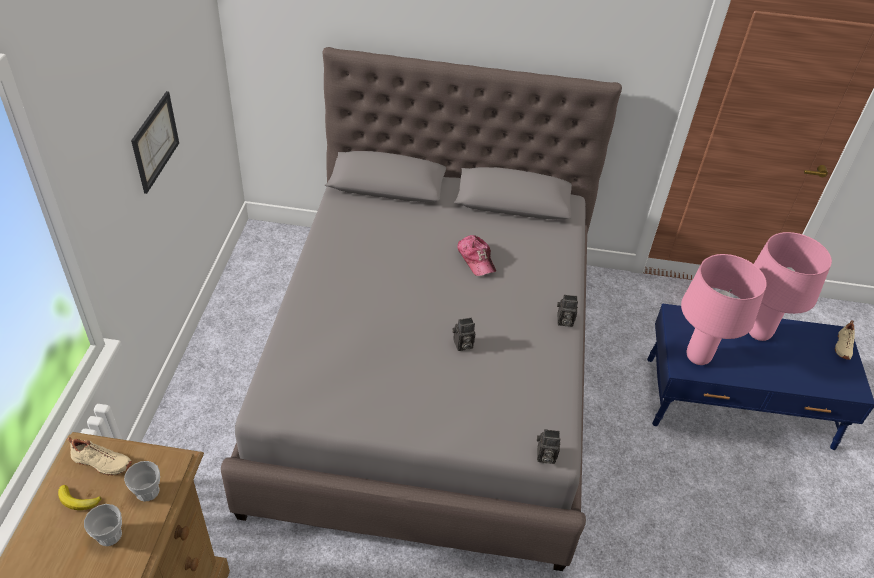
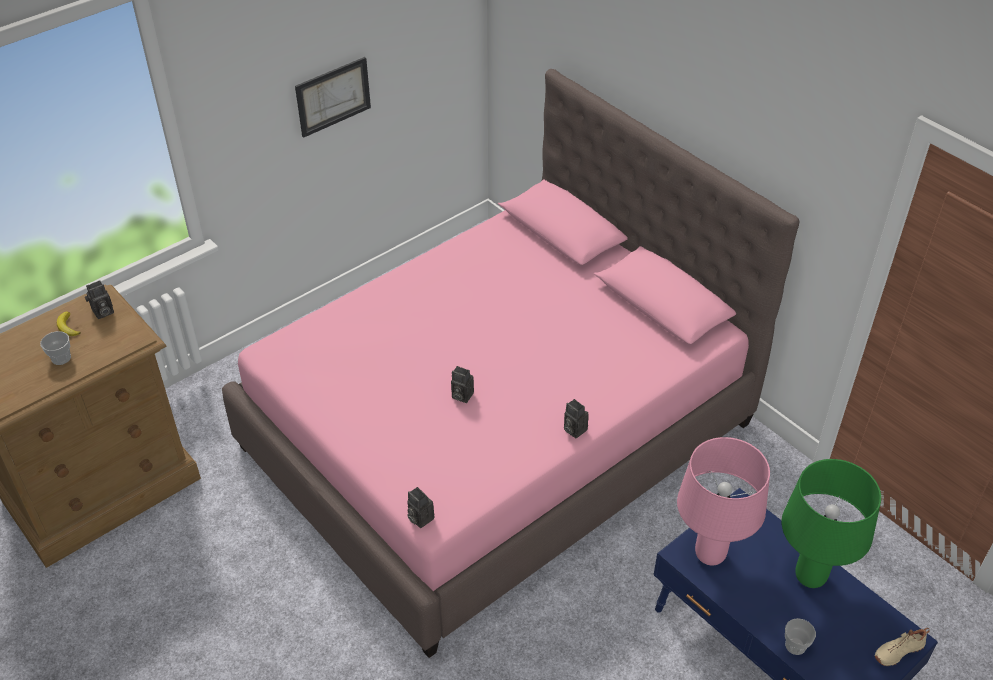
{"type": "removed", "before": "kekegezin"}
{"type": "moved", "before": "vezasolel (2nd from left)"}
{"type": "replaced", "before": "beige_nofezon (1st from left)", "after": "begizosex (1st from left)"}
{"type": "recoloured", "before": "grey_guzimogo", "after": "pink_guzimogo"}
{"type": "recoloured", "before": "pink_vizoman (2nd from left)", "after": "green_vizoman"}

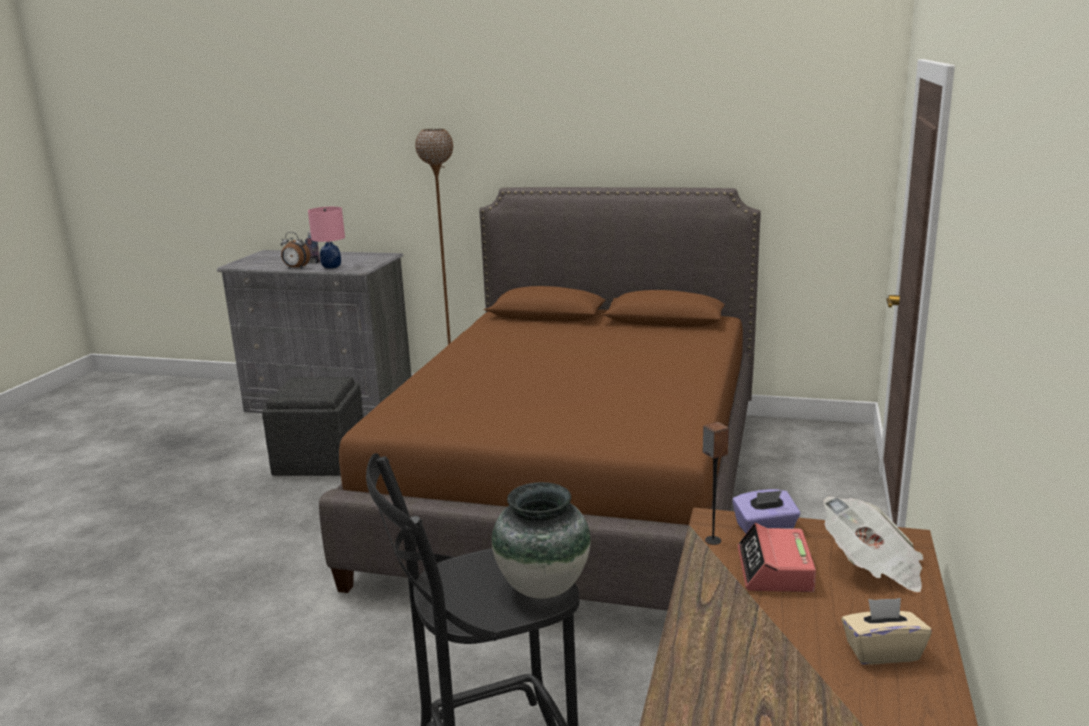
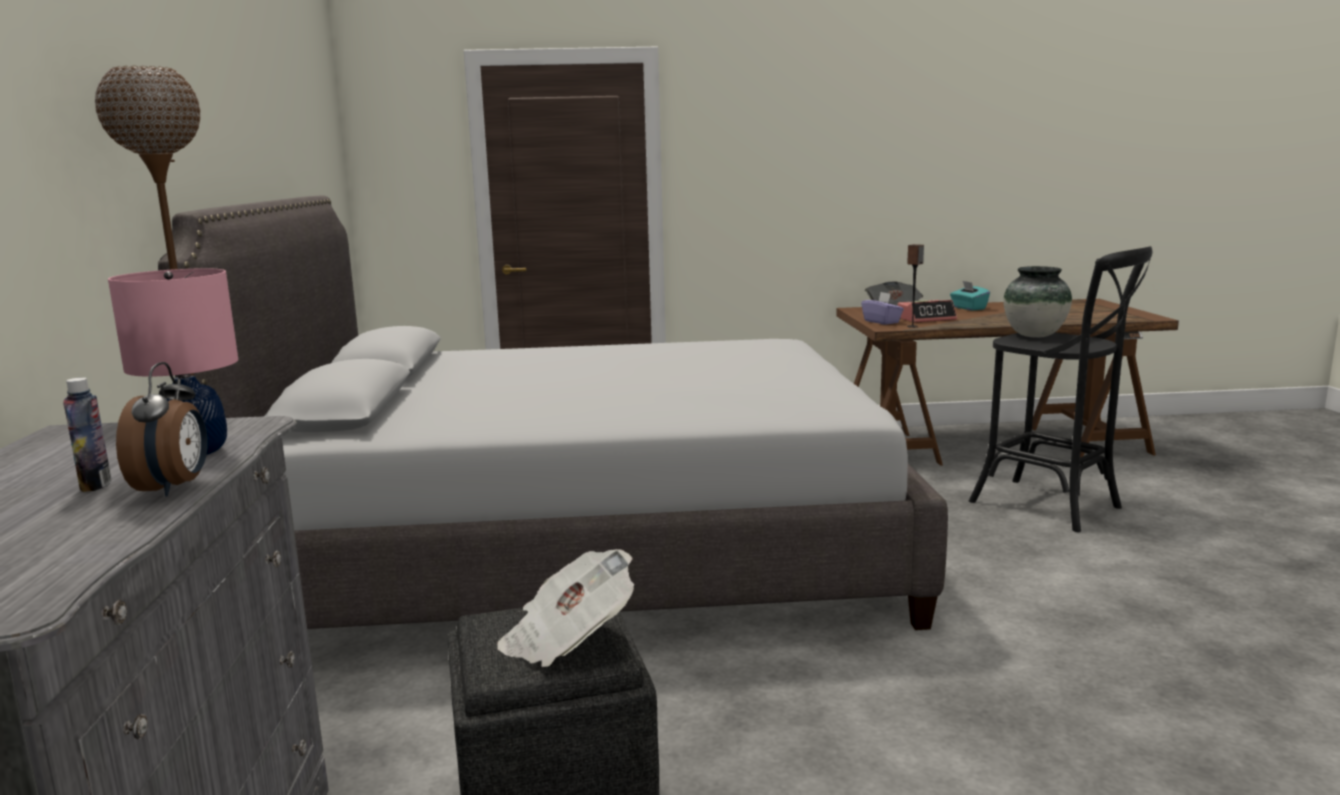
{"type": "added", "after": "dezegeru (1st from left)"}
{"type": "recoloured", "before": "brown_guzimogo", "after": "grey_guzimogo"}
{"type": "recoloured", "before": "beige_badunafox", "after": "turquoise_badunafox"}

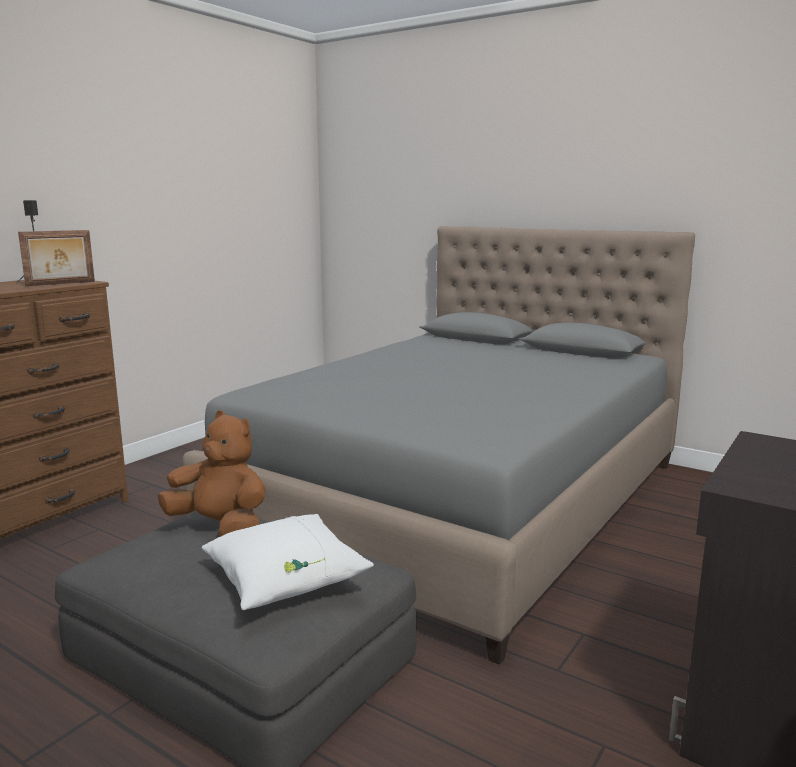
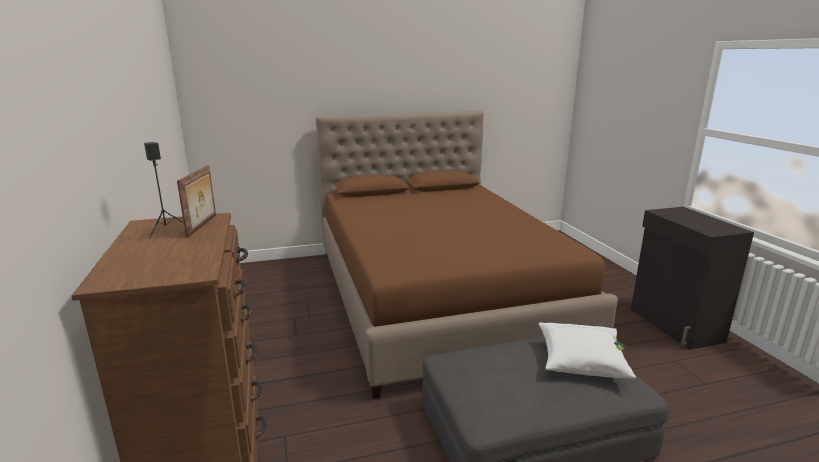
{"type": "removed", "before": "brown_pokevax"}
{"type": "recoloured", "before": "grey_guzimogo", "after": "brown_guzimogo"}

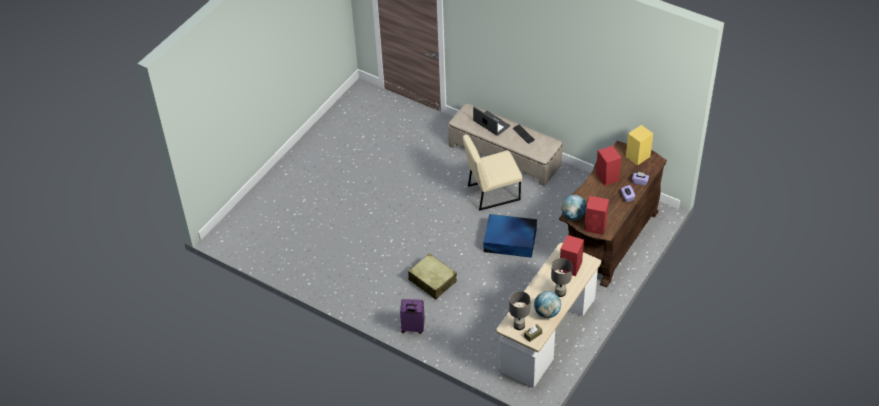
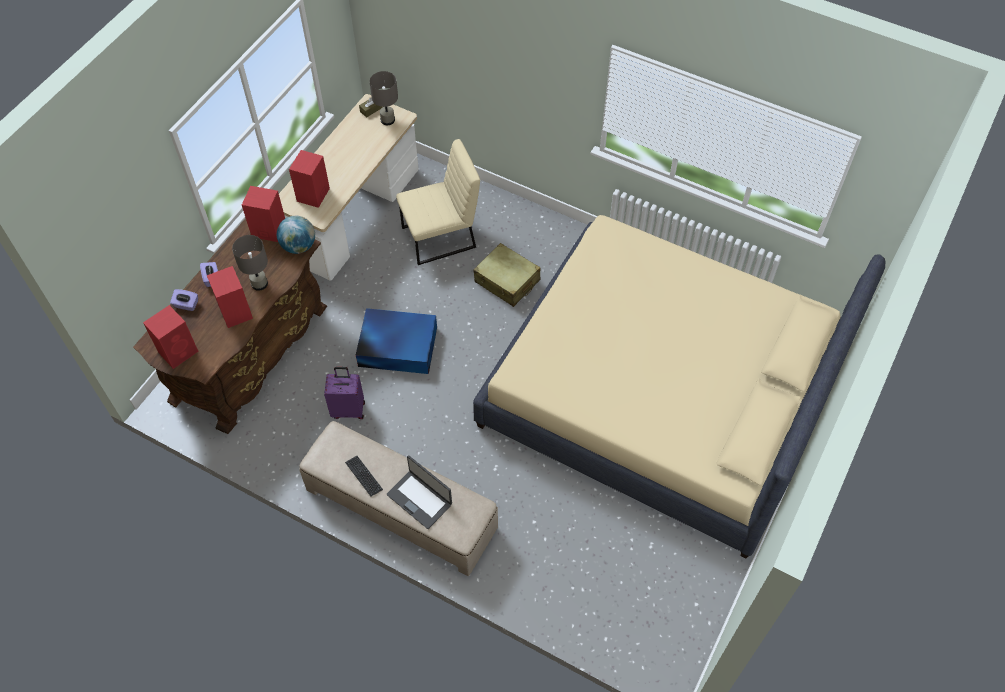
{"type": "removed", "before": "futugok (1st from left)"}
{"type": "added", "after": "beige_guzimogo"}
{"type": "moved", "before": "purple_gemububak"}
{"type": "moved", "before": "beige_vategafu"}
{"type": "moved", "before": "grey_vizoman (2nd from left in the first image)", "after": "grey_vizoman (1st from left)"}
{"type": "recoloured", "before": "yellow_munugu", "after": "red_munugu (1st from left)"}

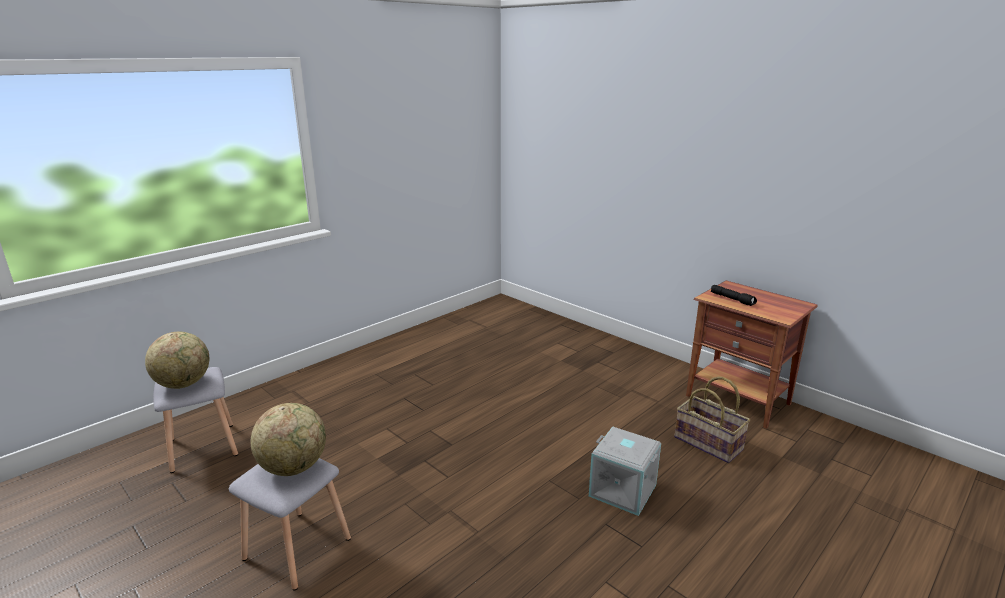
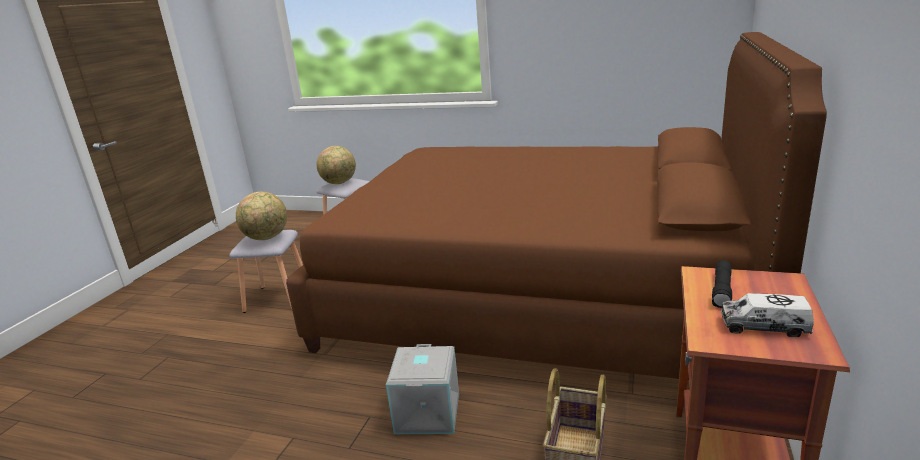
{"type": "added", "after": "brown_guzimogo"}
{"type": "added", "after": "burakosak"}

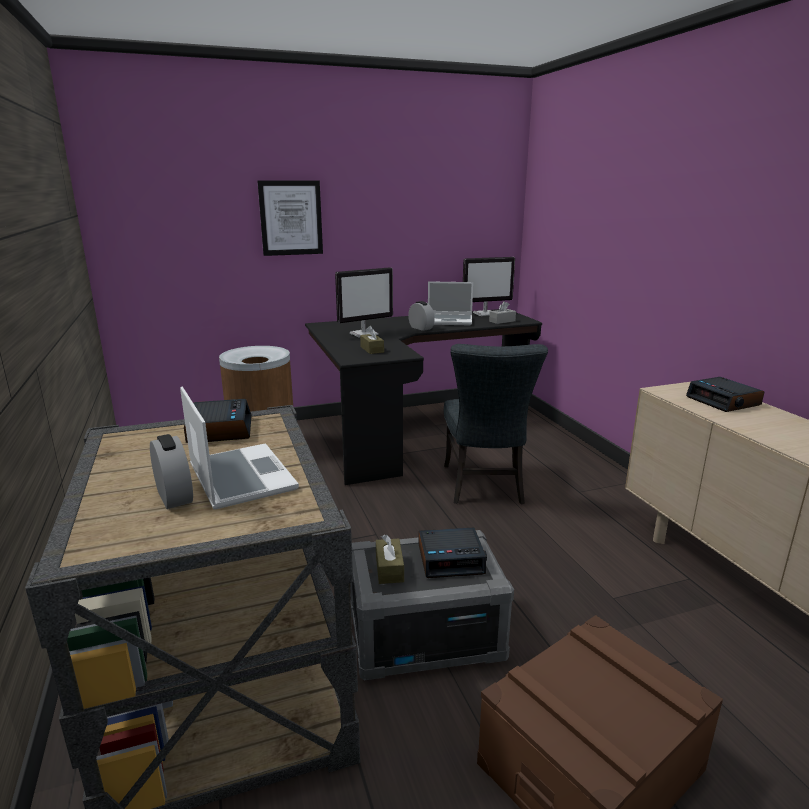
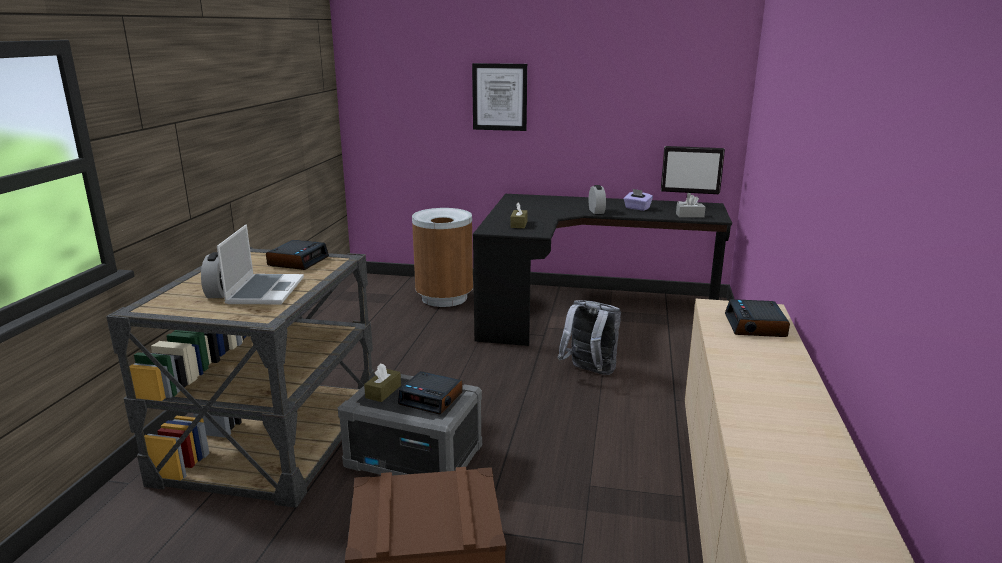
{"type": "removed", "before": "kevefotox (1st from left)"}
{"type": "replaced", "before": "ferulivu (2nd from left)", "after": "purple_badunafox"}
{"type": "replaced", "before": "grey_vategafu", "after": "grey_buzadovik"}

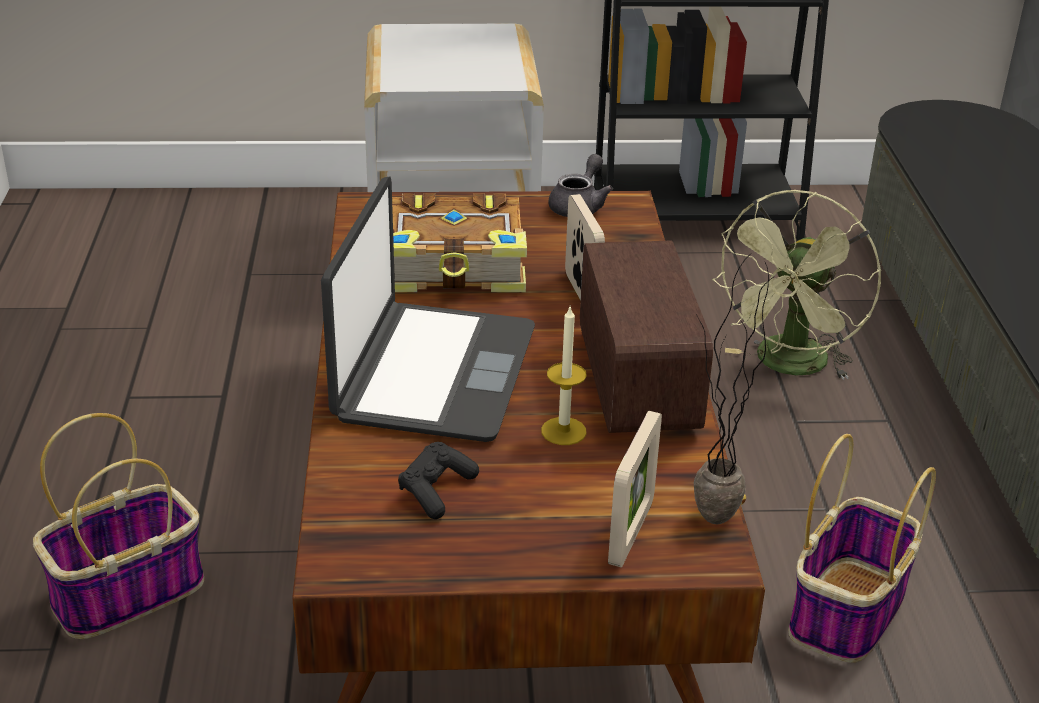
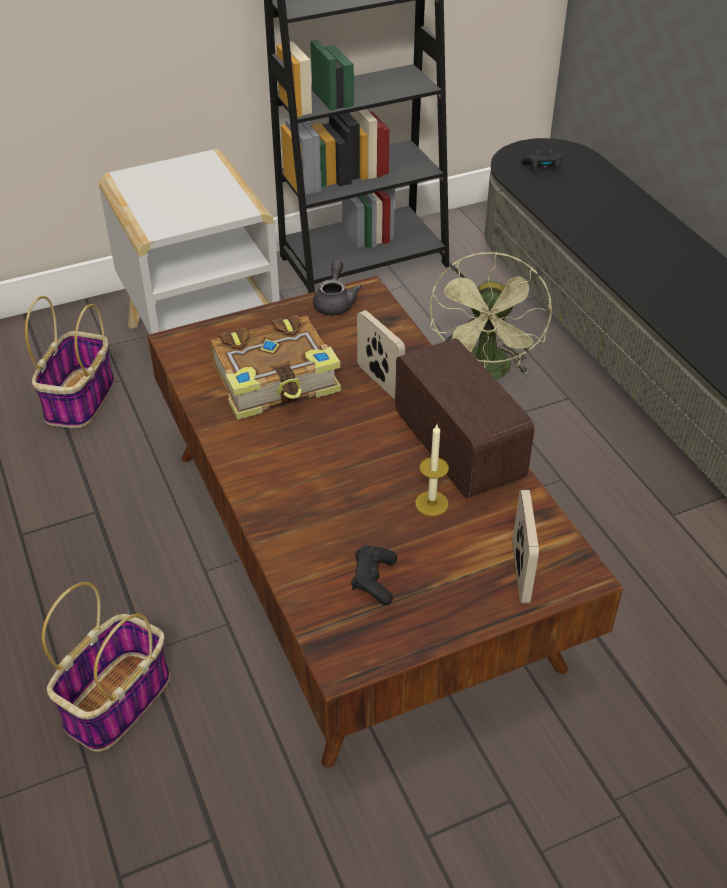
{"type": "removed", "before": "ferulivu"}
{"type": "removed", "before": "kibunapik"}
{"type": "added", "after": "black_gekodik (2nd from left)"}
{"type": "moved", "before": "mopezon (2nd from left in the first image)", "after": "mopezon (1st from left)"}

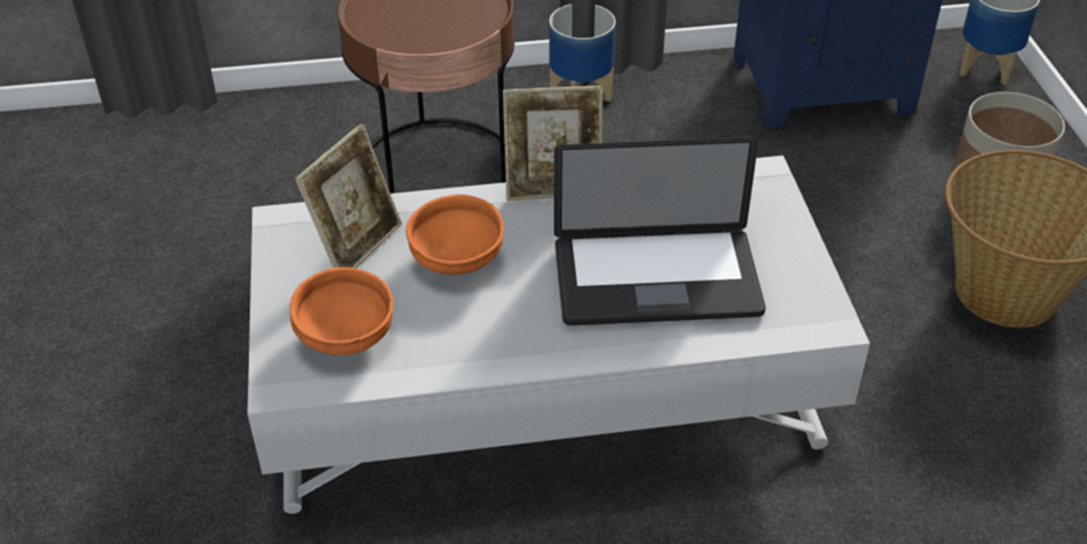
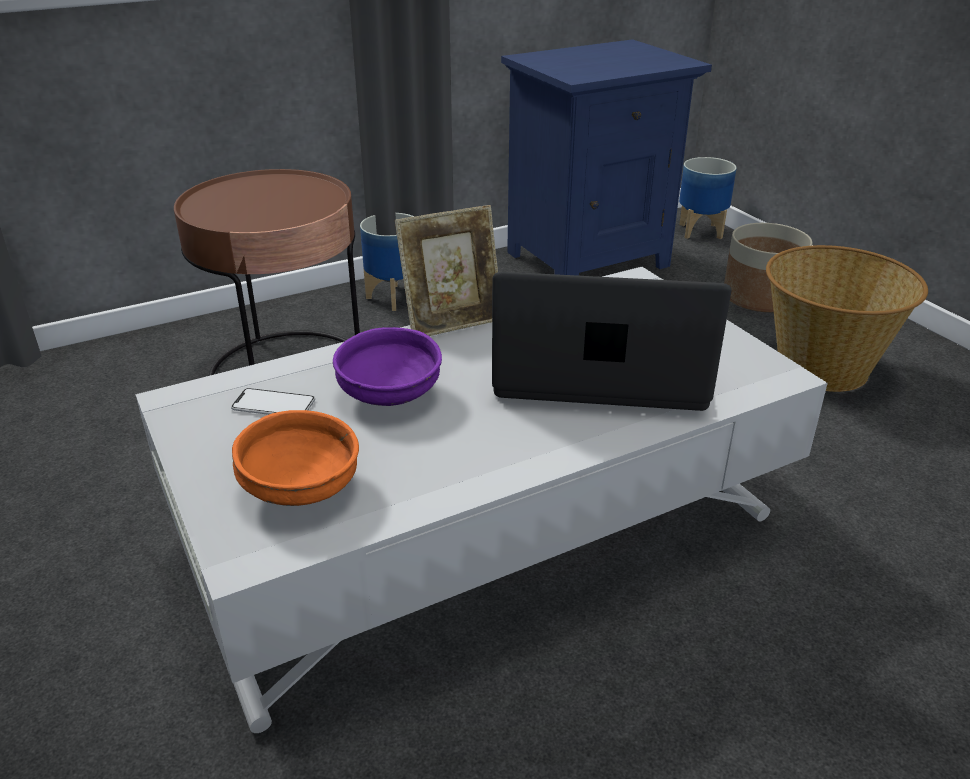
{"type": "replaced", "before": "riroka (1st from left)", "after": "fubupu"}
{"type": "recoloured", "before": "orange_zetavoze (2nd from left)", "after": "purple_zetavoze"}
{"type": "turned", "before": "ferulivu", "turn": -150}

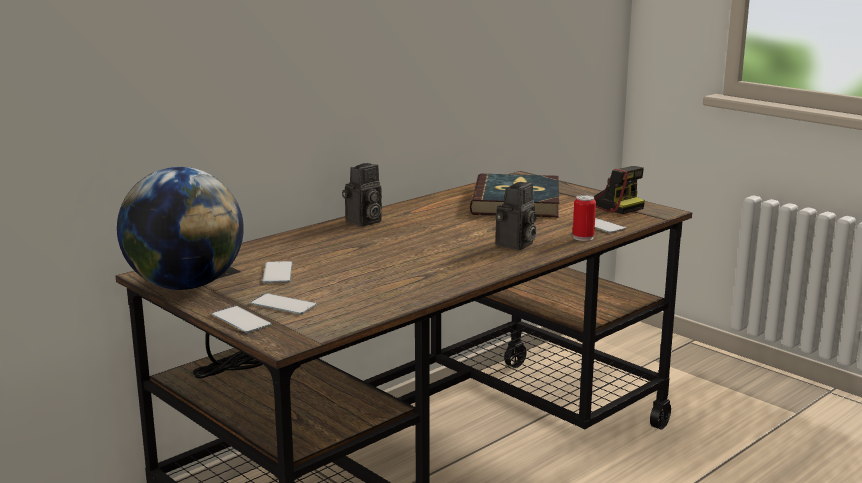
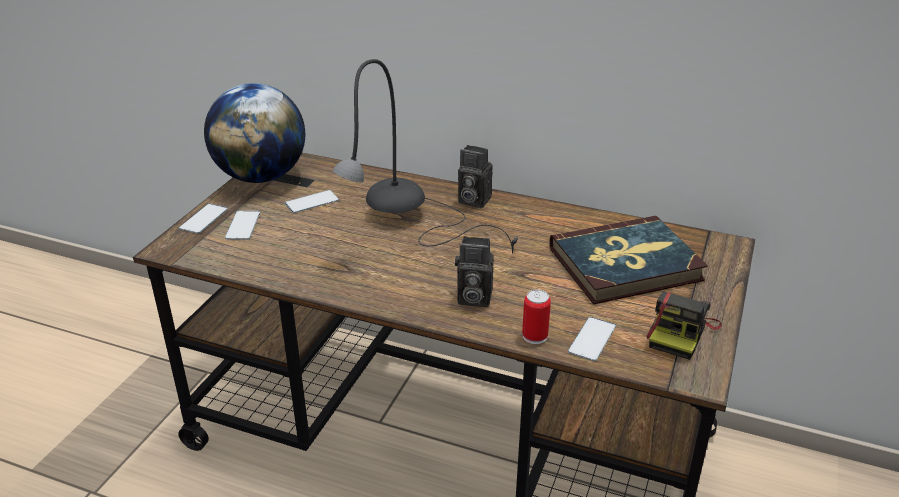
{"type": "added", "after": "grey_vizoman"}

